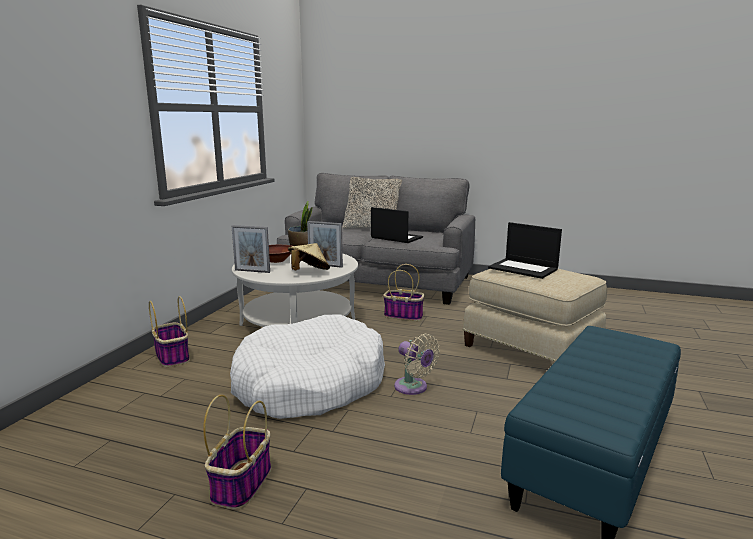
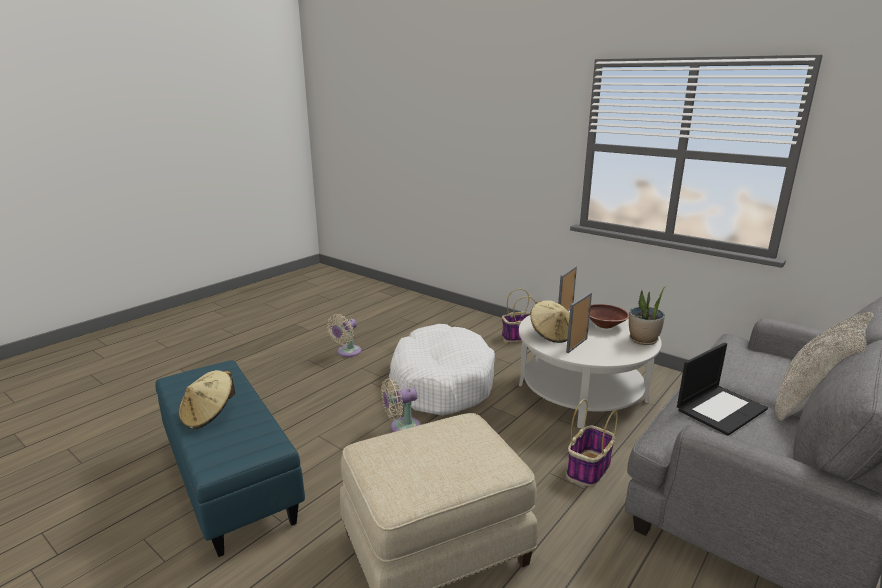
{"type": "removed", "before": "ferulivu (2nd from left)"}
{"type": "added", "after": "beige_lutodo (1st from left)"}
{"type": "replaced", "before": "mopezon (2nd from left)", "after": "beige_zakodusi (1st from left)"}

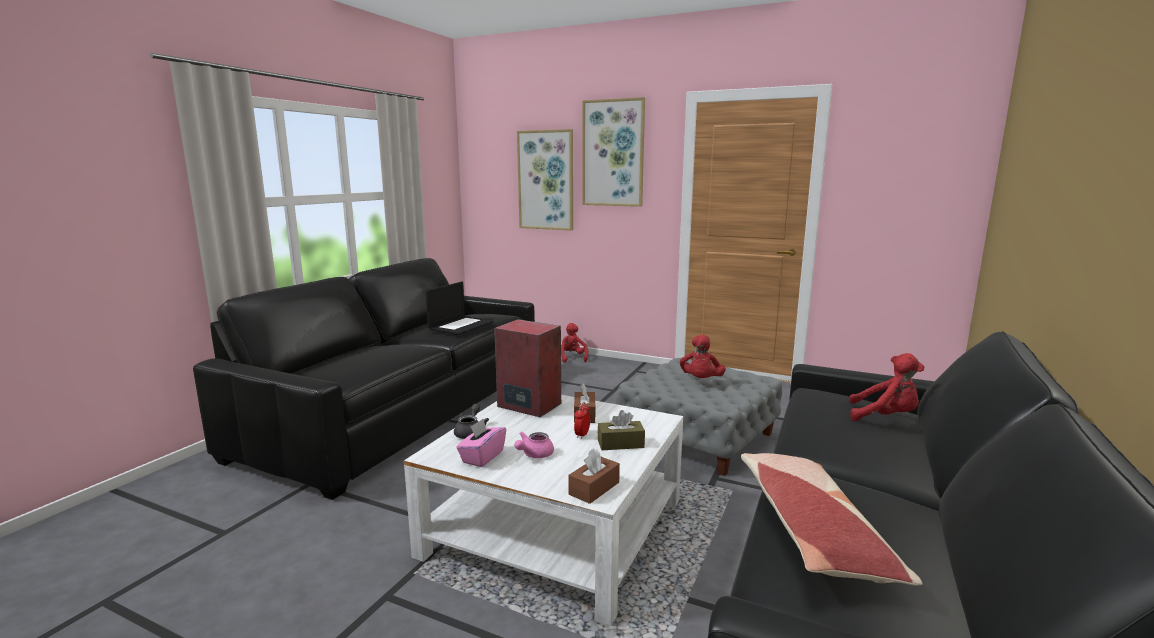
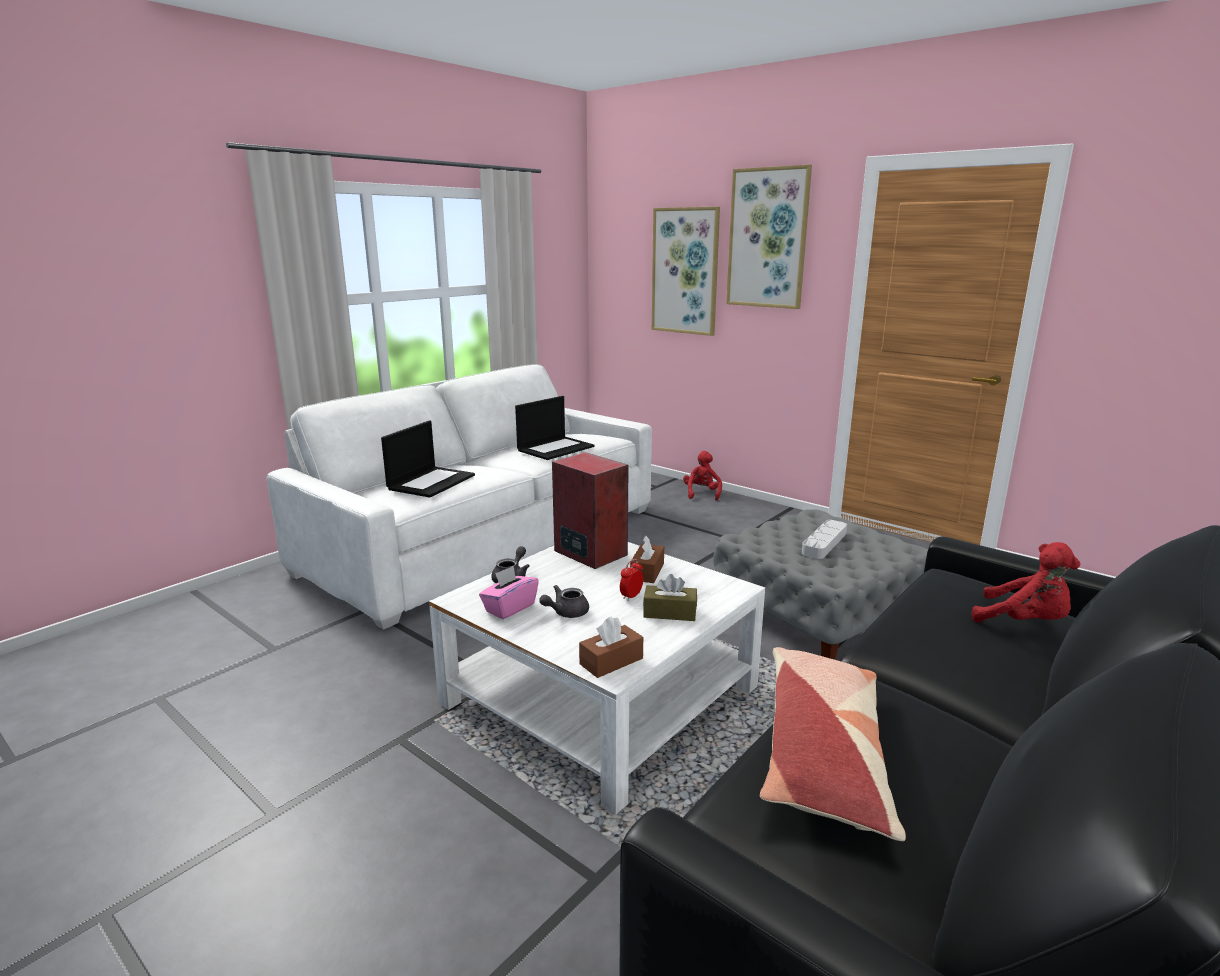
{"type": "added", "after": "ferulivu (1st from left)"}
{"type": "replaced", "before": "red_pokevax (2nd from left)", "after": "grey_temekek"}
{"type": "recoloured", "before": "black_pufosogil (1st from left)", "after": "white_pufosogil"}
{"type": "recoloured", "before": "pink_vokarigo", "after": "grey_vokarigo (2nd from left)"}

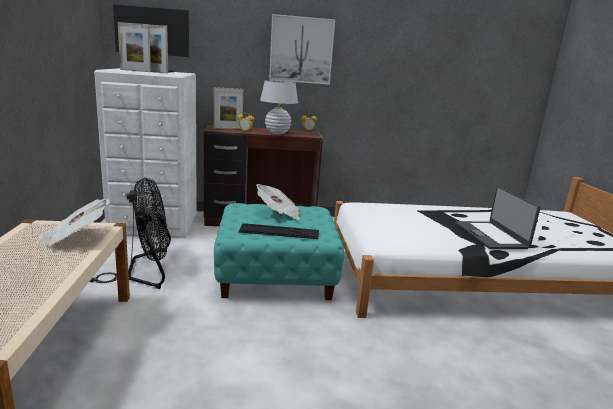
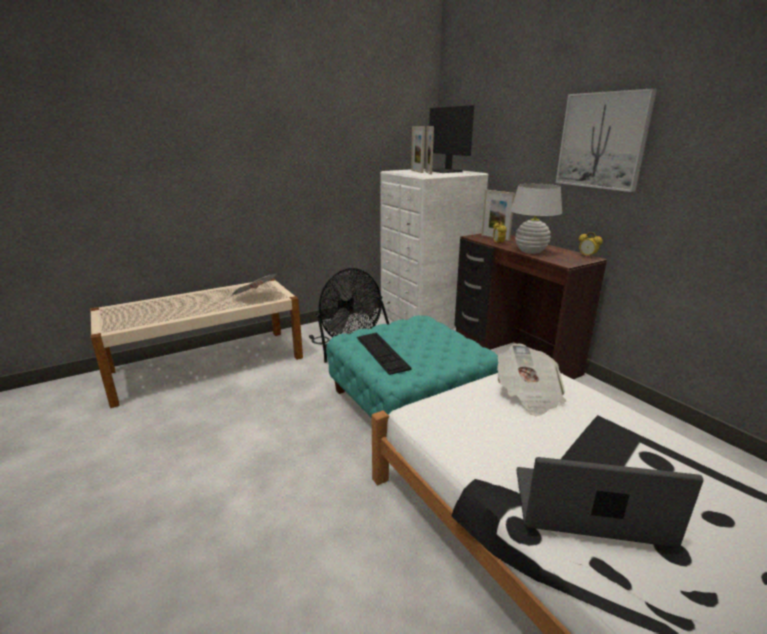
{"type": "moved", "before": "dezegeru (2nd from left)"}
{"type": "turned", "before": "ferulivu", "turn": 45}

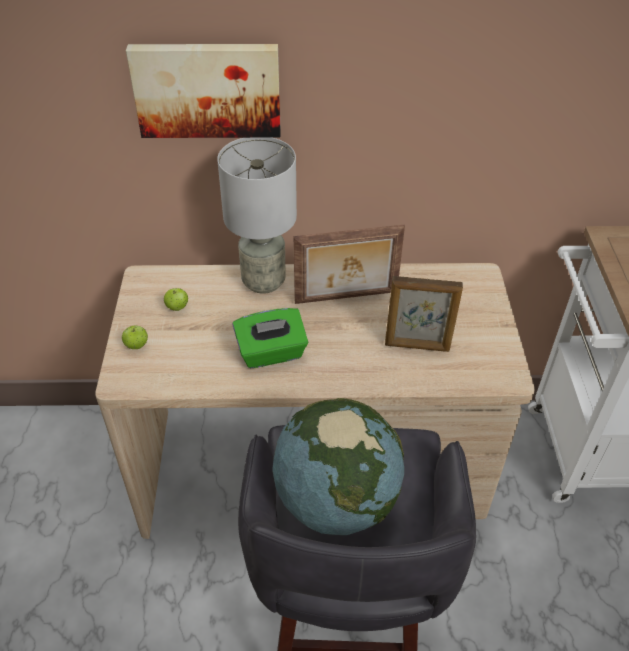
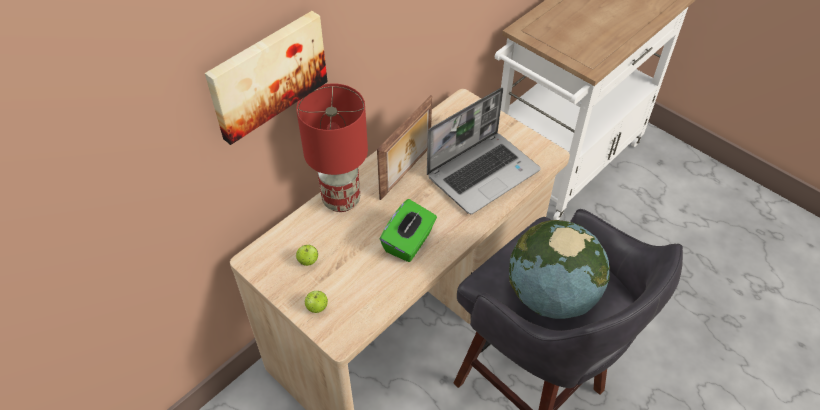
{"type": "replaced", "before": "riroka (2nd from left)", "after": "ferulivu"}
{"type": "recoloured", "before": "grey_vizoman", "after": "red_vizoman"}

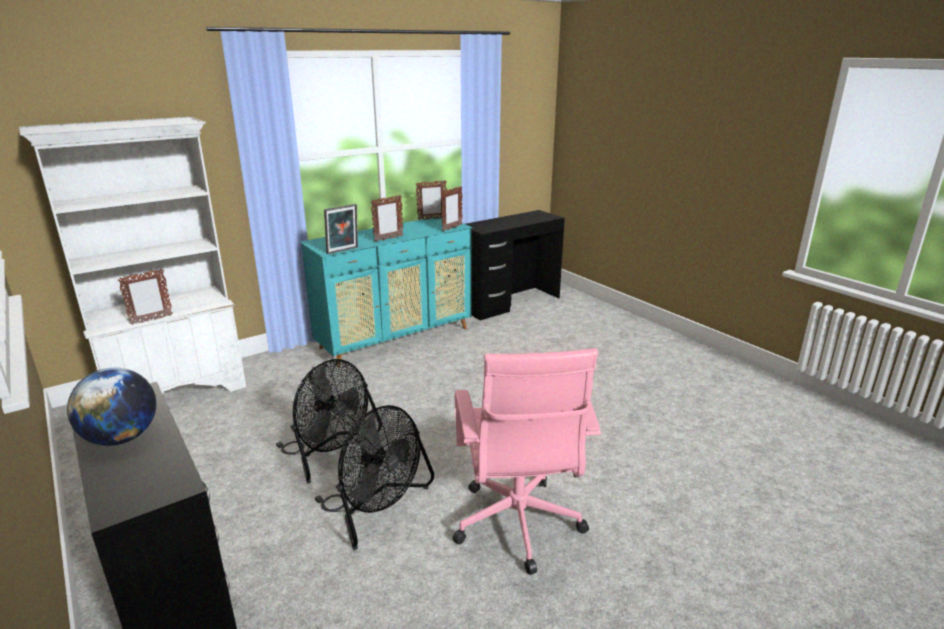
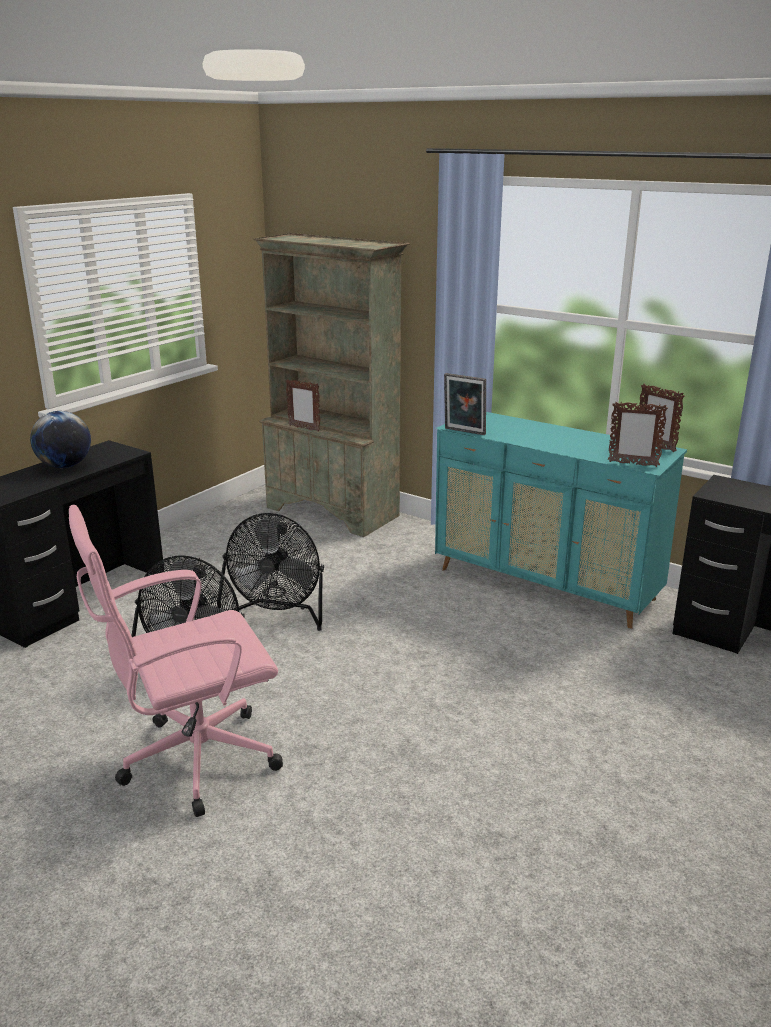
{"type": "removed", "before": "riroka (3rd from left)"}
{"type": "recoloured", "before": "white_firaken", "after": "green_firaken"}

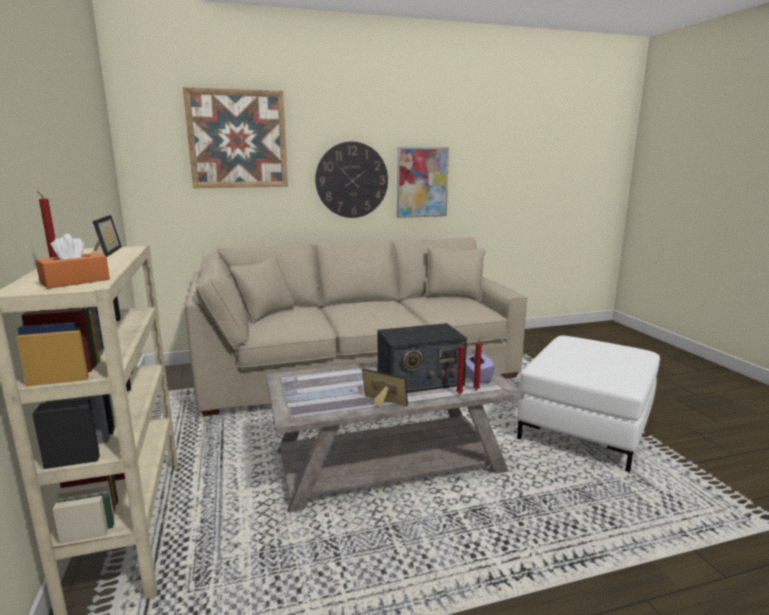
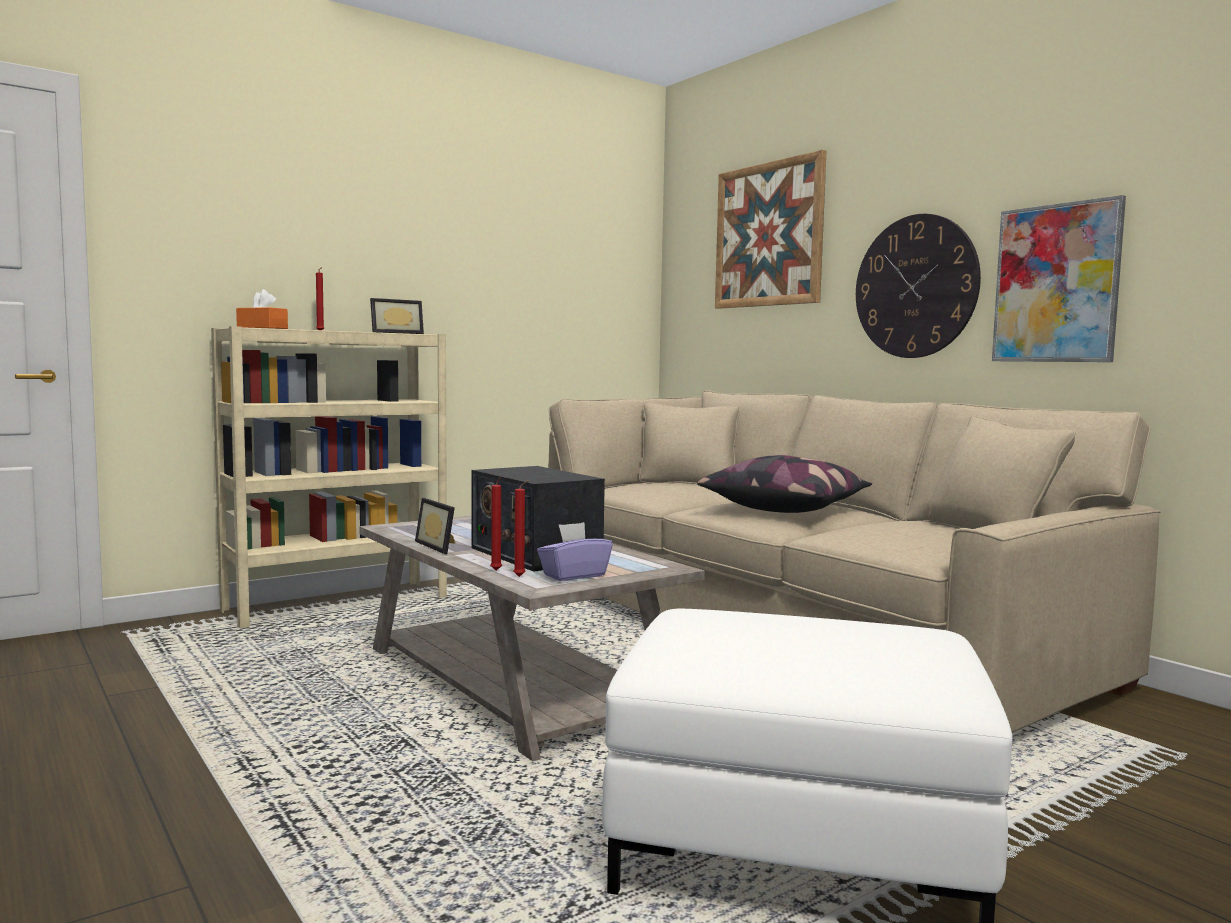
{"type": "added", "after": "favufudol"}
{"type": "turned", "before": "riroka (2nd from left)", "turn": 135}

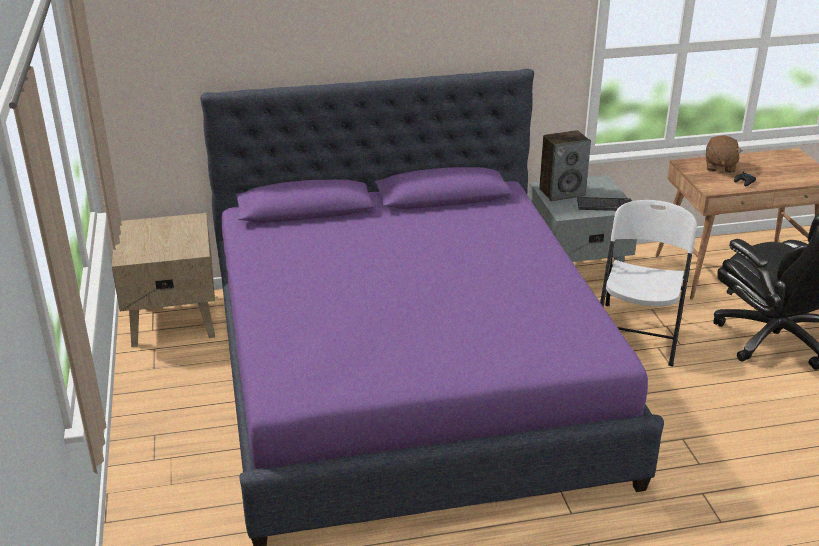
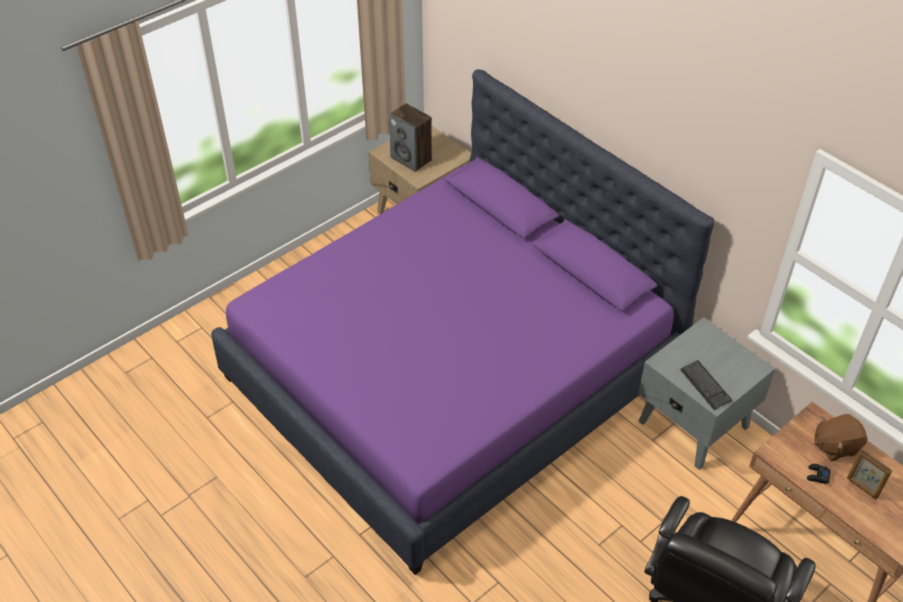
{"type": "removed", "before": "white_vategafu"}
{"type": "added", "after": "riroka"}
{"type": "moved", "before": "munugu"}

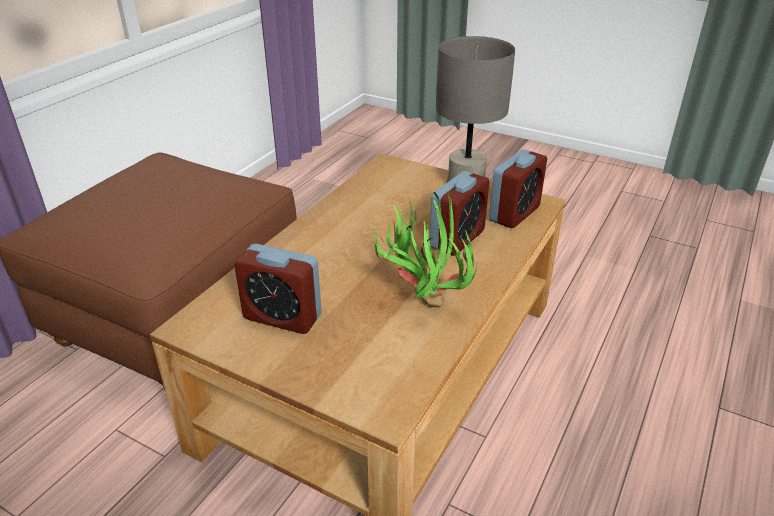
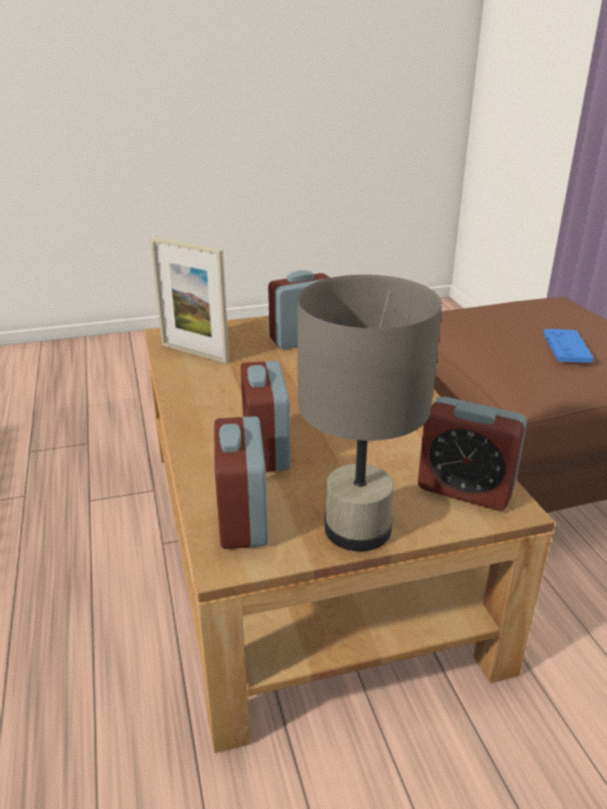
{"type": "removed", "before": "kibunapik"}
{"type": "added", "after": "riroka"}
{"type": "added", "after": "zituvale (4th from left)"}
{"type": "added", "after": "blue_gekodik"}

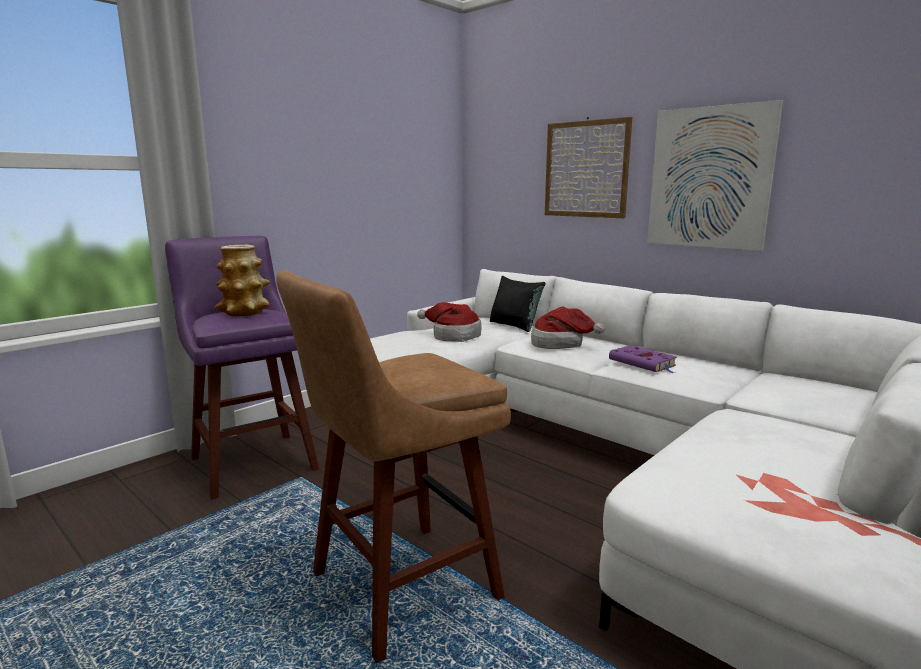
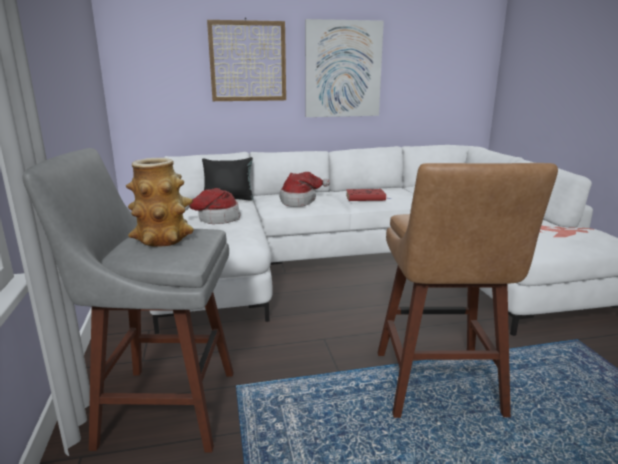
{"type": "recoloured", "before": "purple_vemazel", "after": "grey_vemazel"}
{"type": "recoloured", "before": "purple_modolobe", "after": "red_modolobe"}

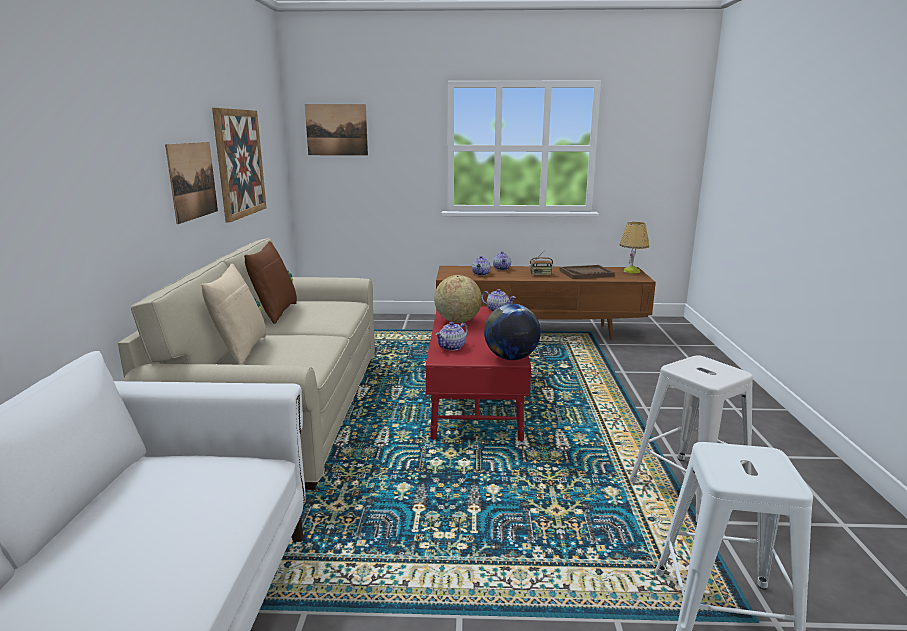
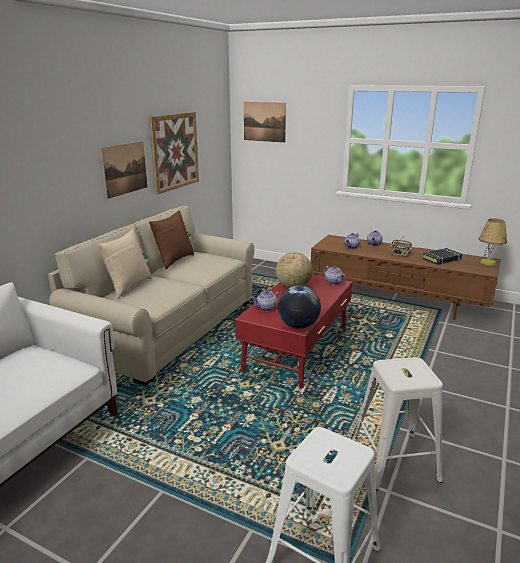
{"type": "replaced", "before": "brown_temekek", "after": "black_modolobe"}

